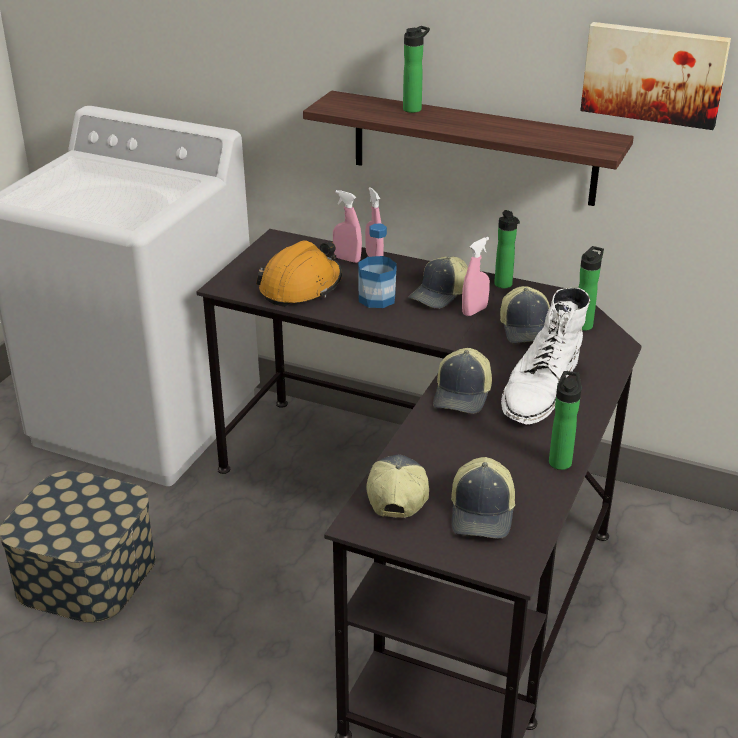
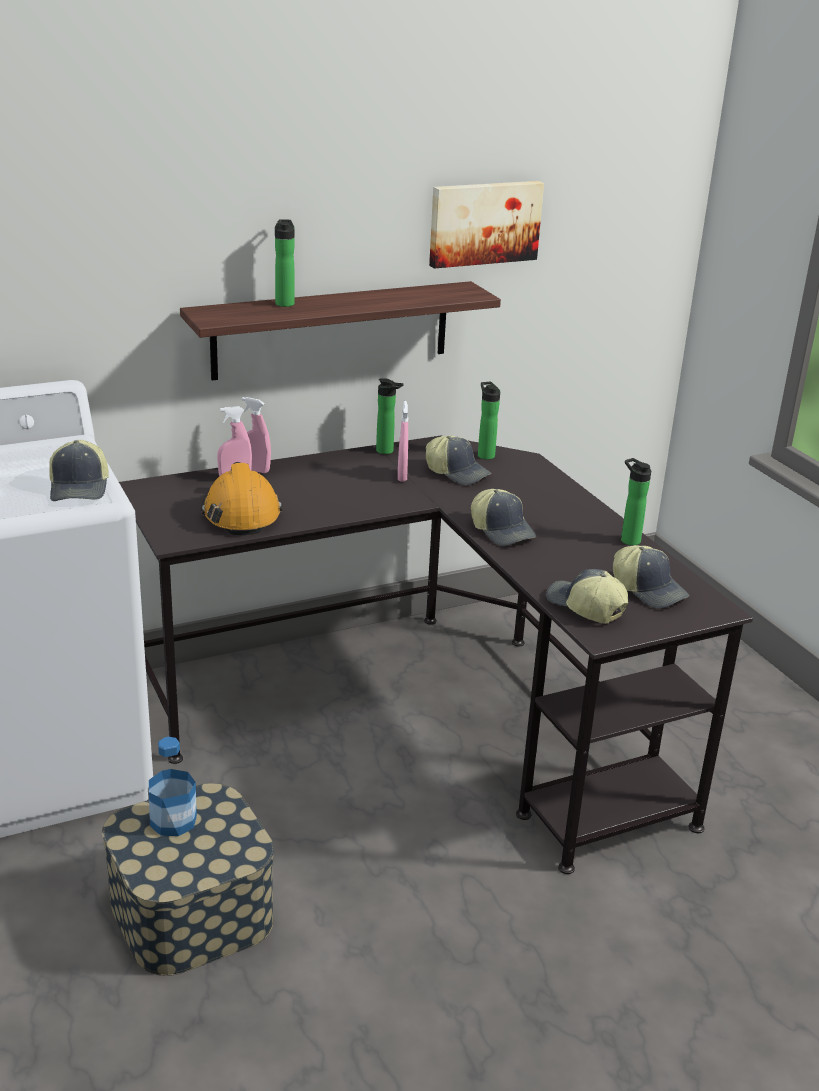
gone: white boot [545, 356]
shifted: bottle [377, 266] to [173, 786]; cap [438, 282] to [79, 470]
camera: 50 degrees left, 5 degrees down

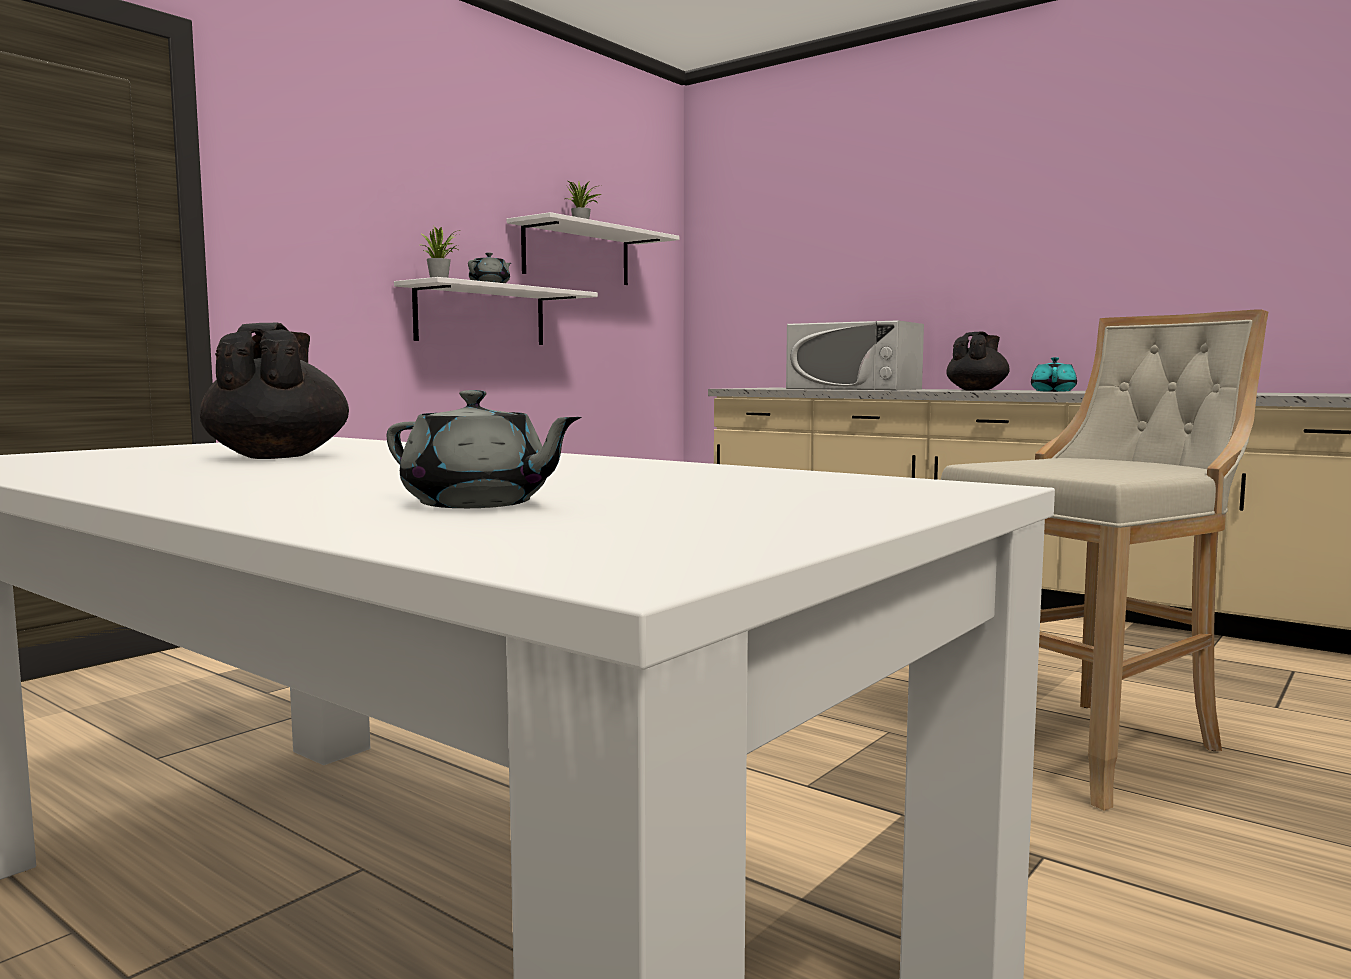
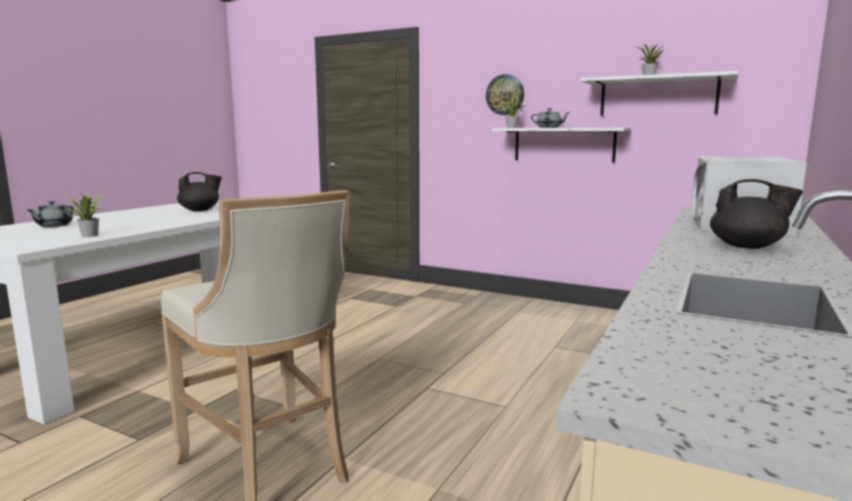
gone: turquoise teapot [1054, 374]
new: potted plant [88, 215]; wall clock [505, 94]
camera: 80 degrees right, 5 degrees up

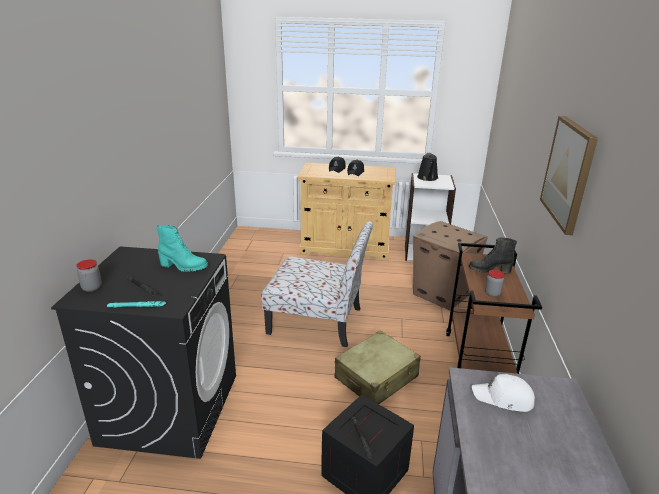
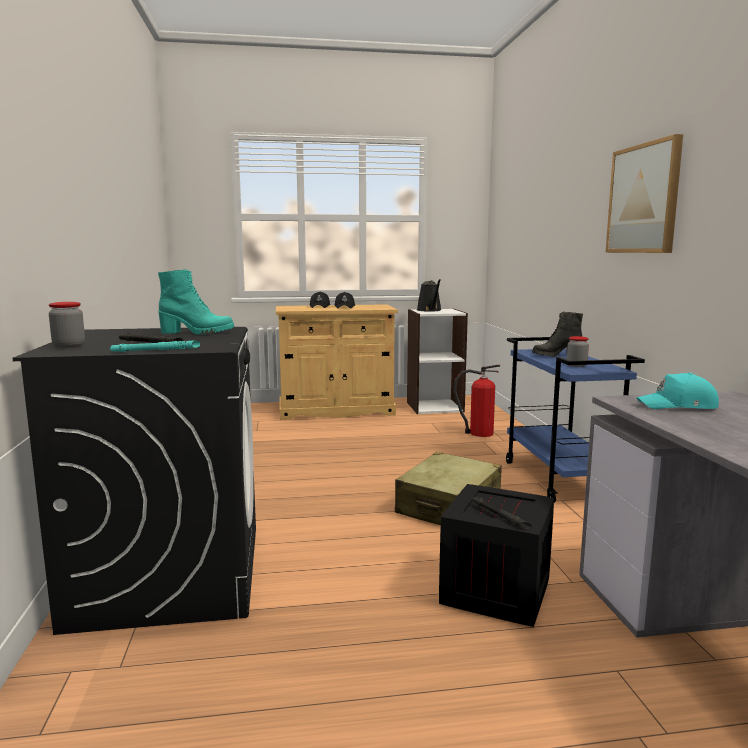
gone: chair [317, 284]
swapped: cardboard box [450, 265] to fire extinguisher [477, 401]
repainted: brown cart [494, 308] to blue cart [575, 420]; white cap [503, 393] to turquoise cap [678, 391]
camera: 15 degrees left, 15 degrees down

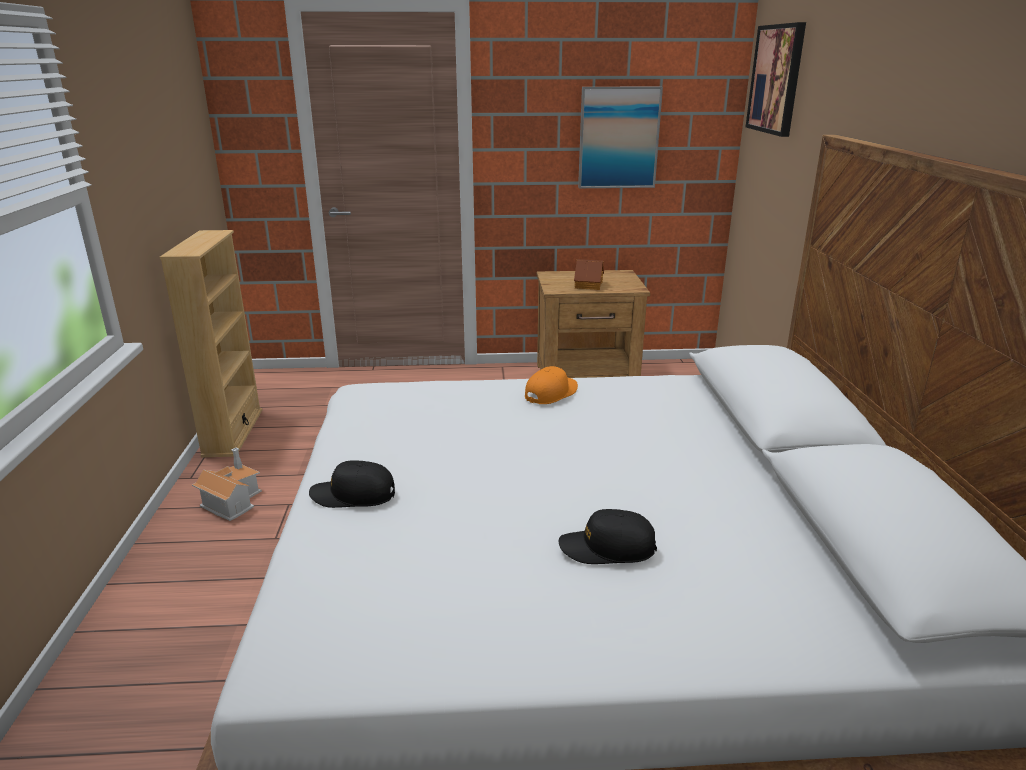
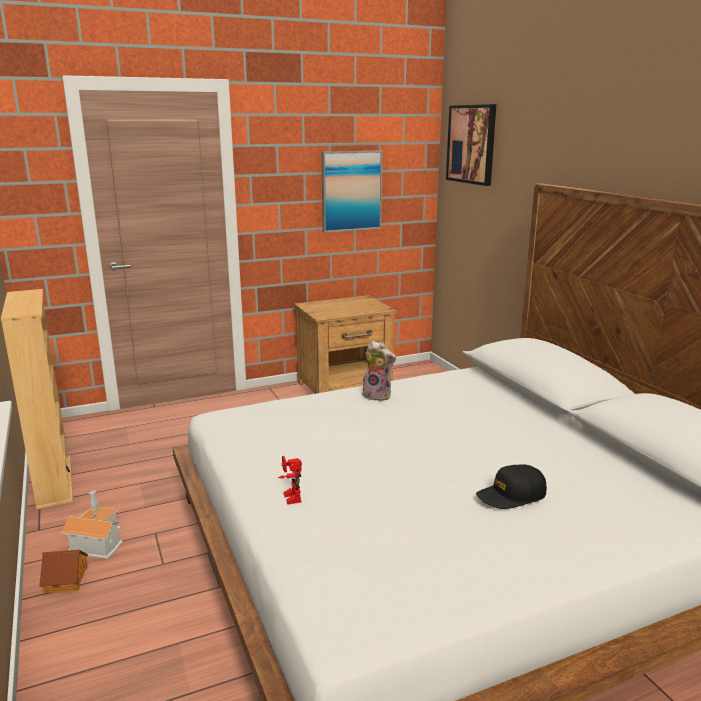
shifted: toy house [589, 274] to [63, 571]
swapped: black cap [352, 484] to toy robot [290, 480]; orange cap [551, 385] to plush toy [379, 371]
camera: 20 degrees left, 5 degrees down

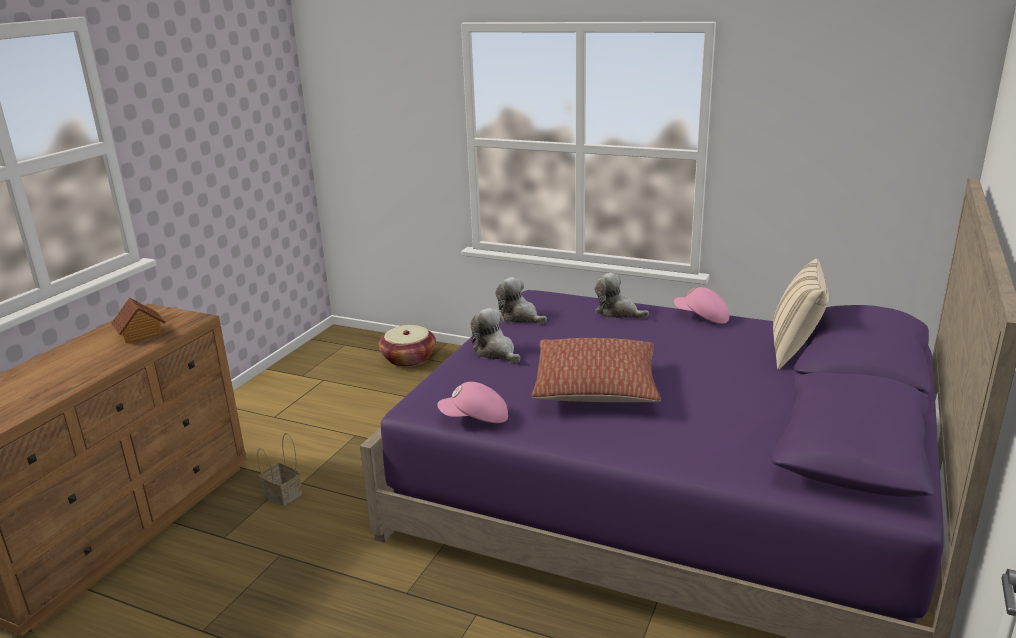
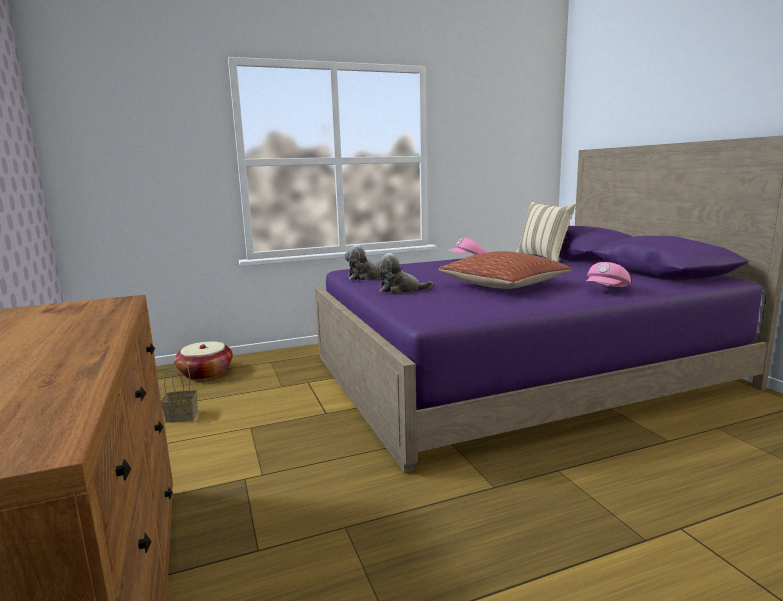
gone: toy house [138, 320]; plush toy [622, 296]
shifted: basket [279, 469] to [179, 391]; pink cap [472, 402] to [608, 274]
camera: 45 degrees left, 10 degrees down

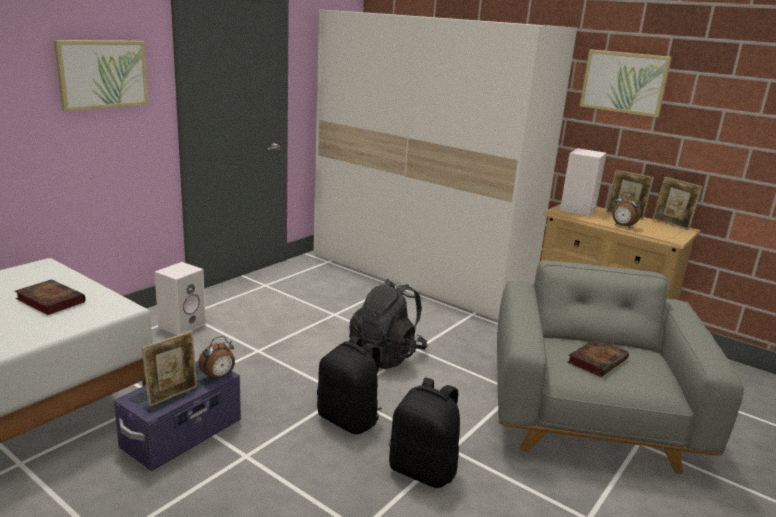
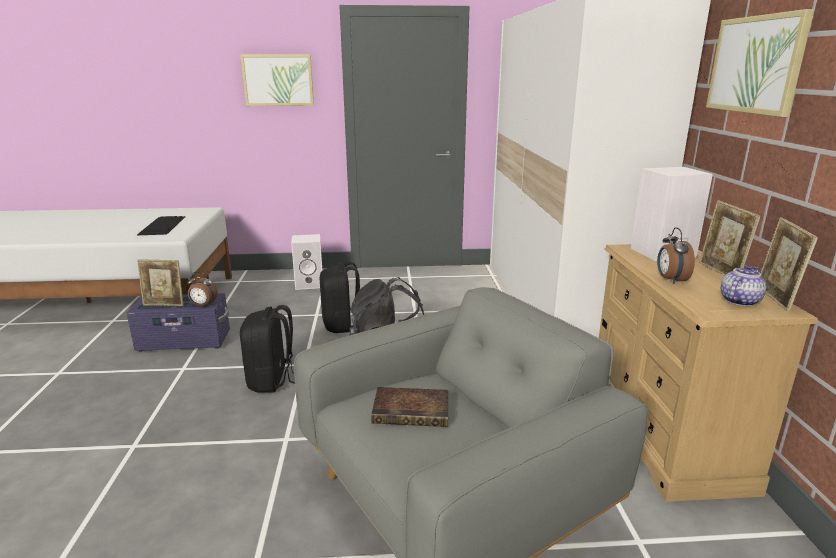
new: teapot [743, 285]
shifted: black backpack [424, 433] to [340, 297]
swapped: book [50, 297] to keyboard [161, 225]
camera: 50 degrees right, 0 degrees up

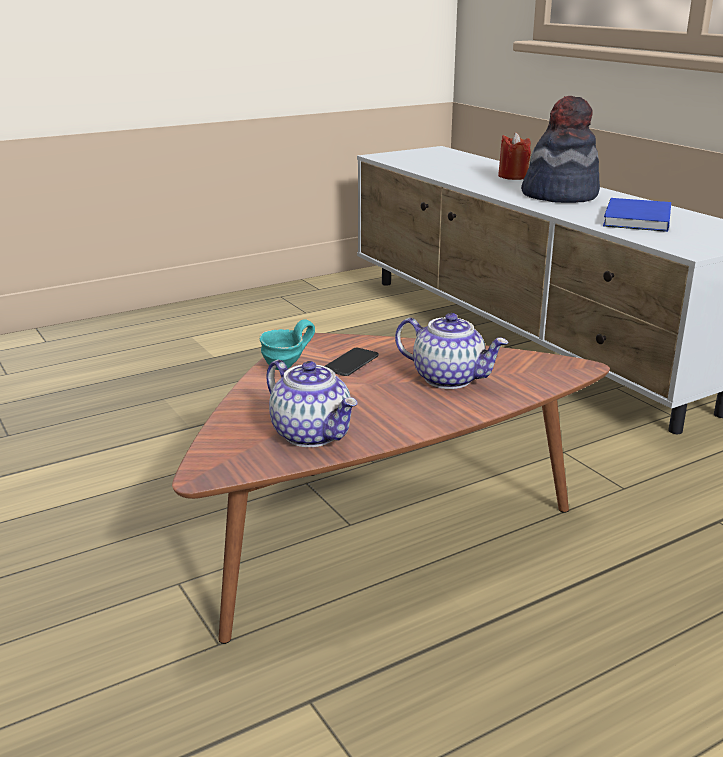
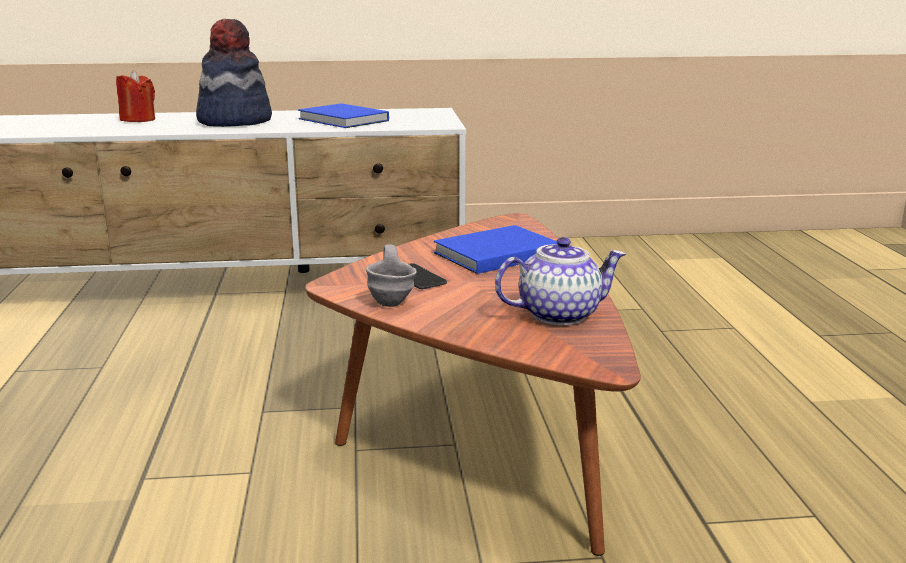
swapped: teapot [452, 351] to blue book [495, 249]
repainted: turquoise mug [287, 345] to grey mug [391, 275]
camera: 65 degrees left, 5 degrees down

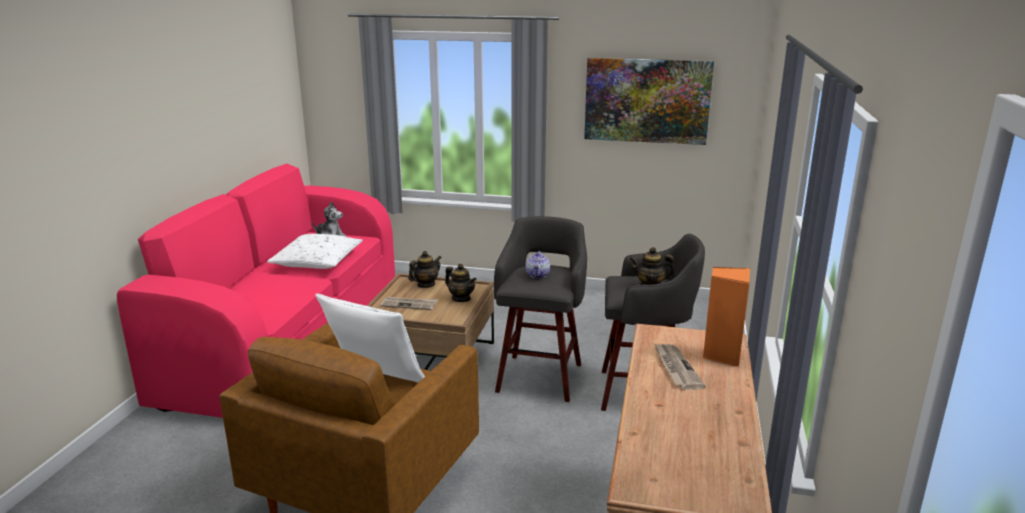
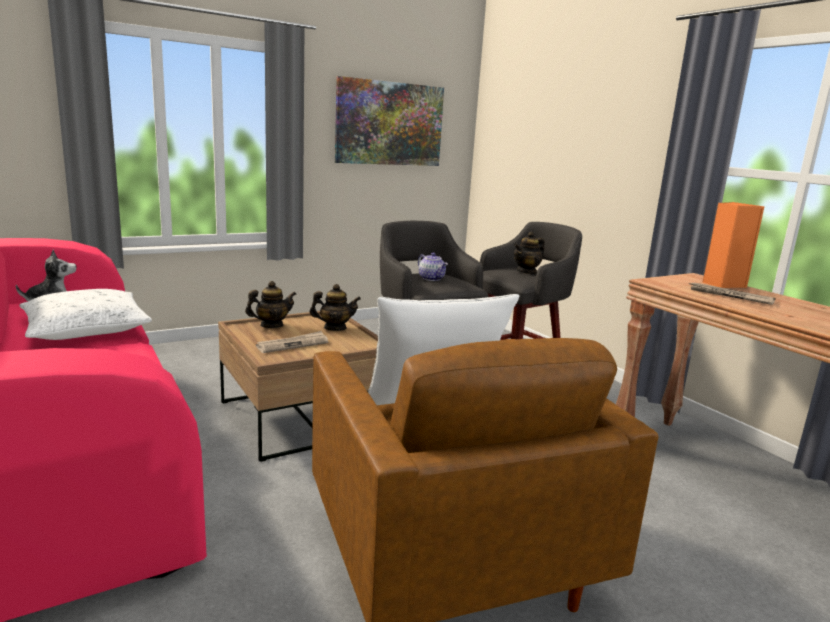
rotated: teapot [425, 269] = [270, 304] 60 degrees clockwise
camera: 45 degrees left, 5 degrees down

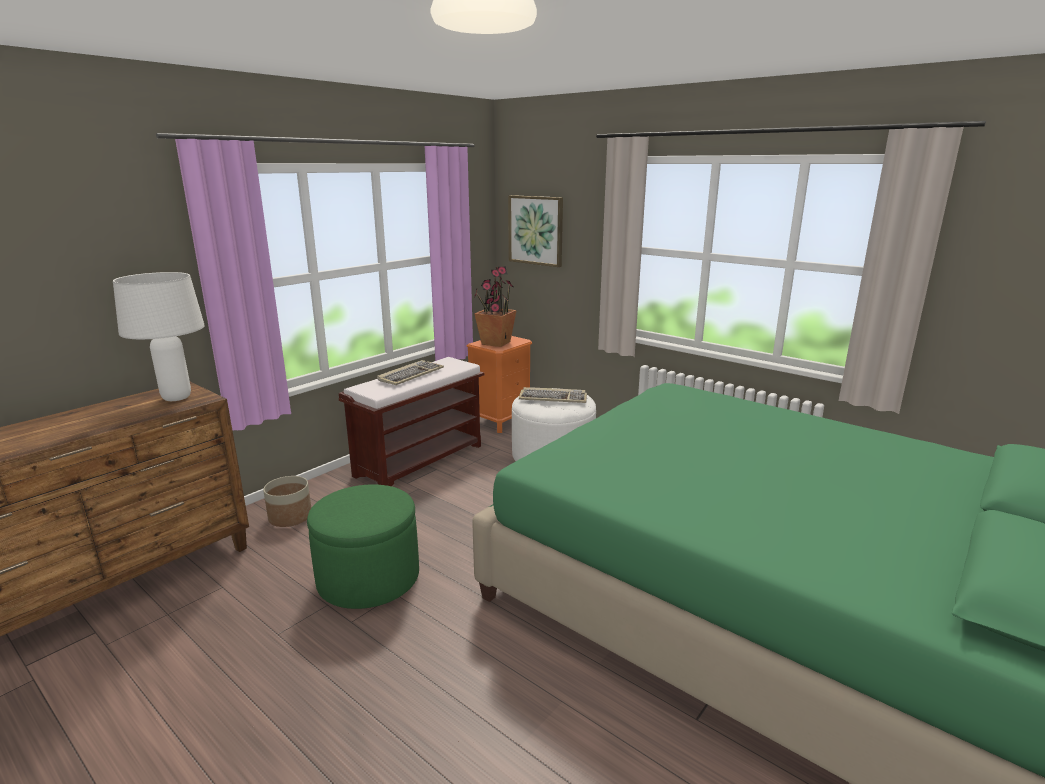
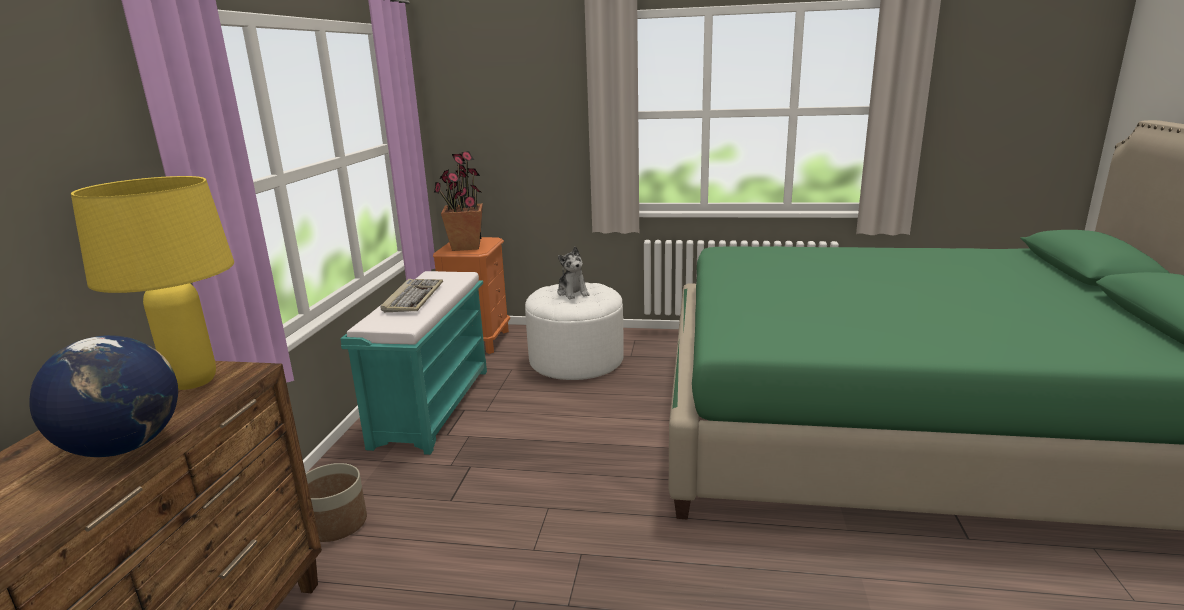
gone: green ottoman [363, 546]; picture [535, 231]
new: globe [103, 396]
swapped: keyboard [553, 395] to plush toy [573, 272]
repainted: white table lamp [159, 336] to yellow table lamp [152, 283]; brown bench [411, 421] to turquoise bench [413, 363]
camera: 30 degrees left, 0 degrees up

